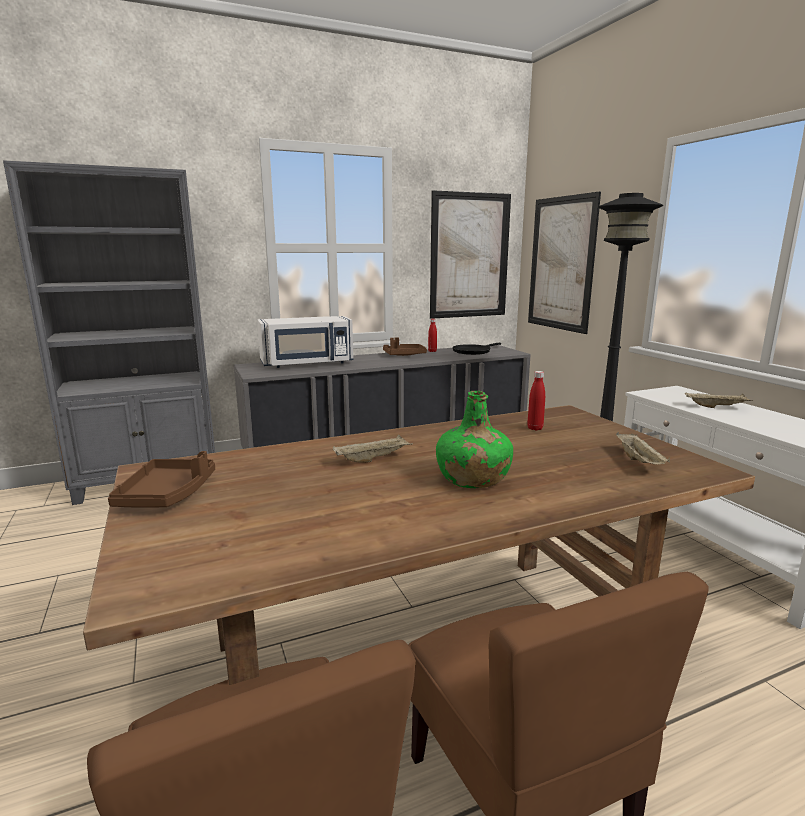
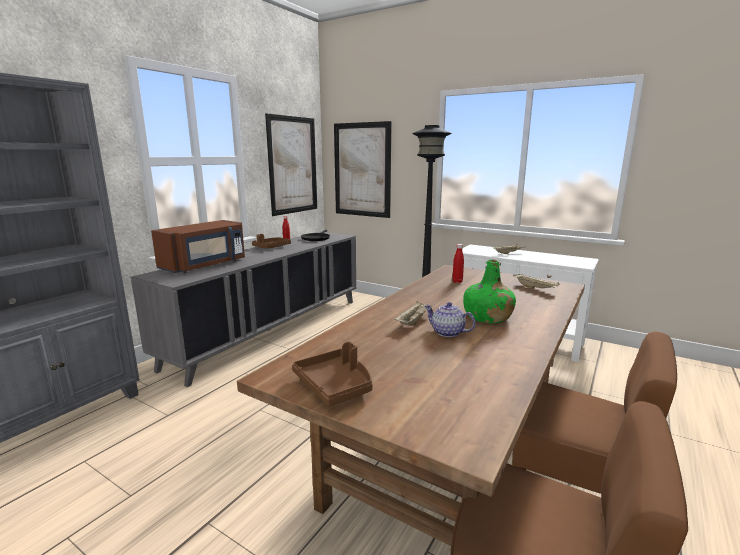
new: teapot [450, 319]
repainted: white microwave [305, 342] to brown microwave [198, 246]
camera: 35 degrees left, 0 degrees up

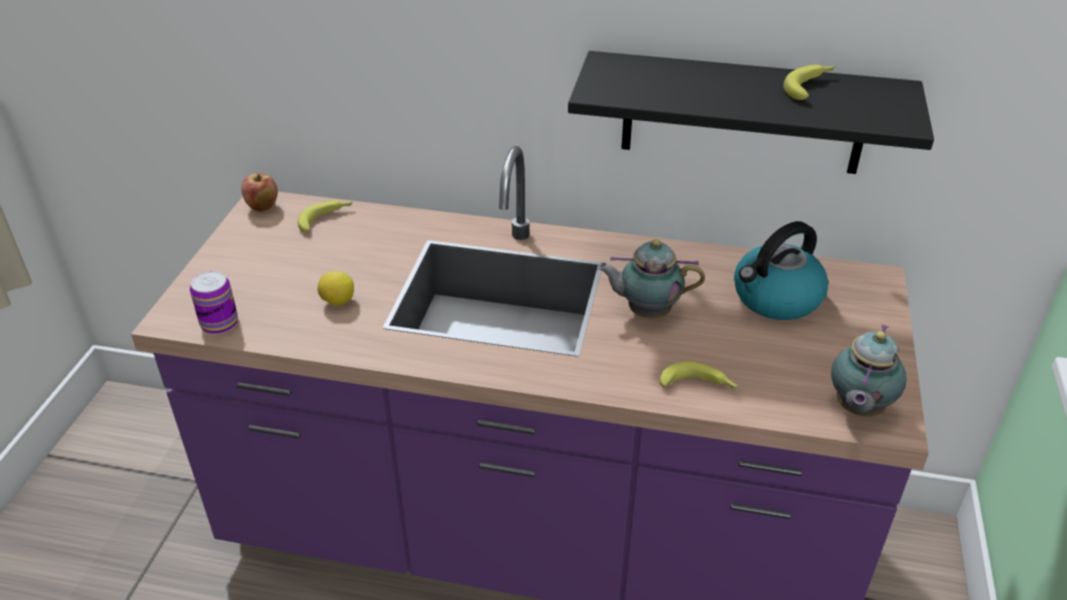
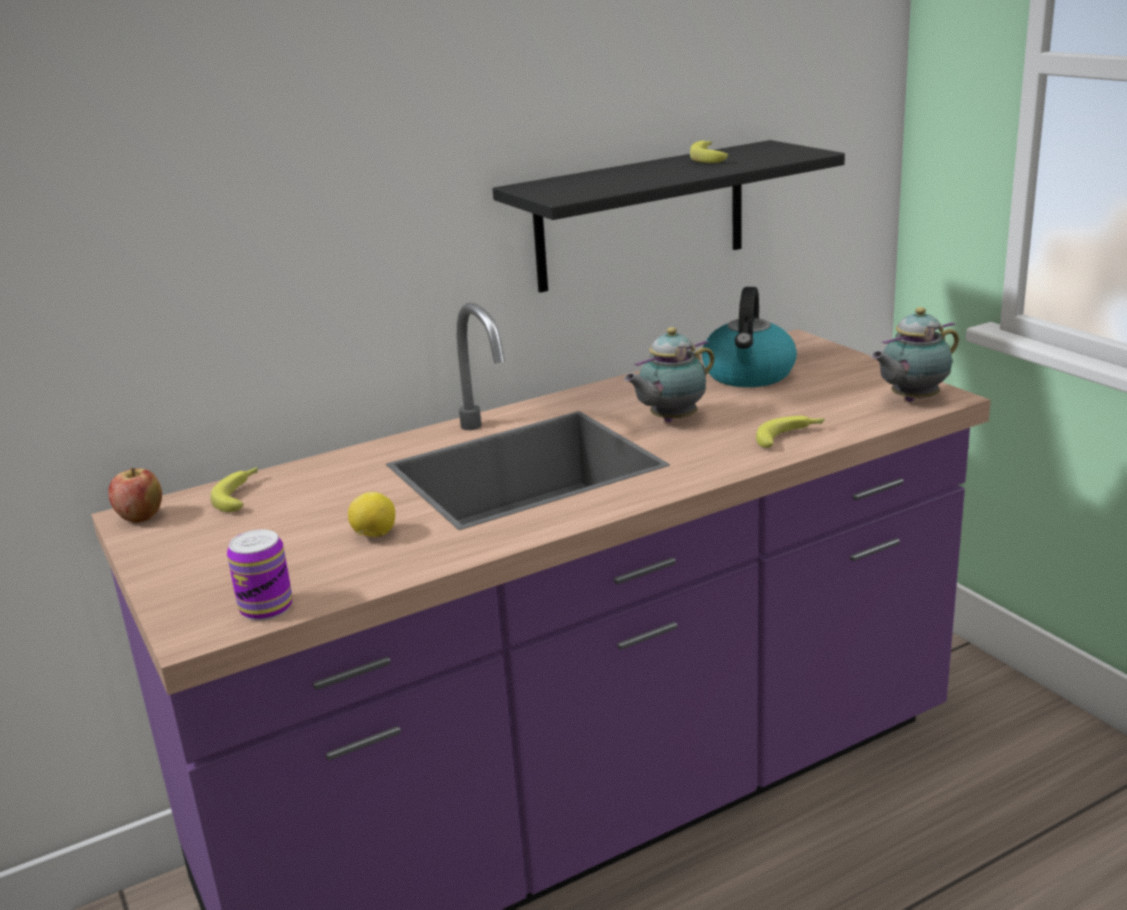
rotated: teapot [869, 370] = [915, 354] 75 degrees clockwise
camera: 40 degrees left, 15 degrees down

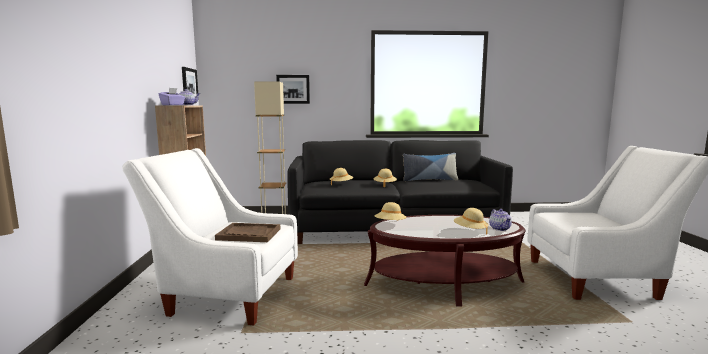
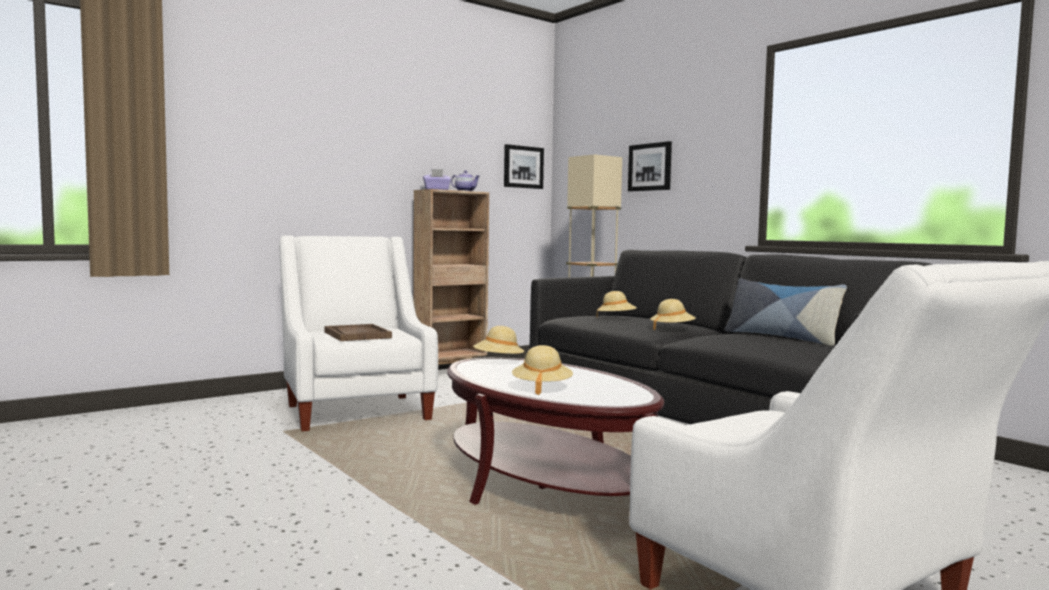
gone: teapot [500, 220]
camera: 55 degrees right, 5 degrees down

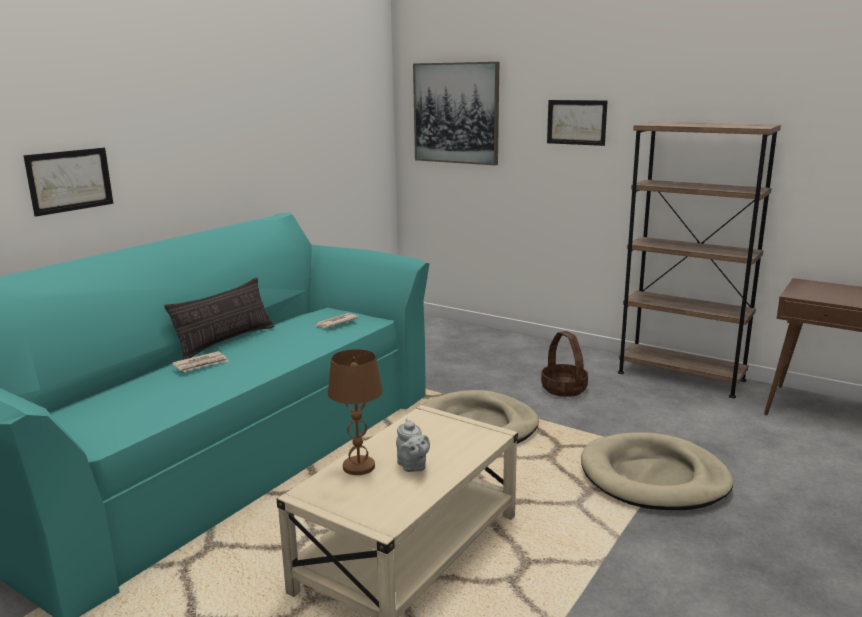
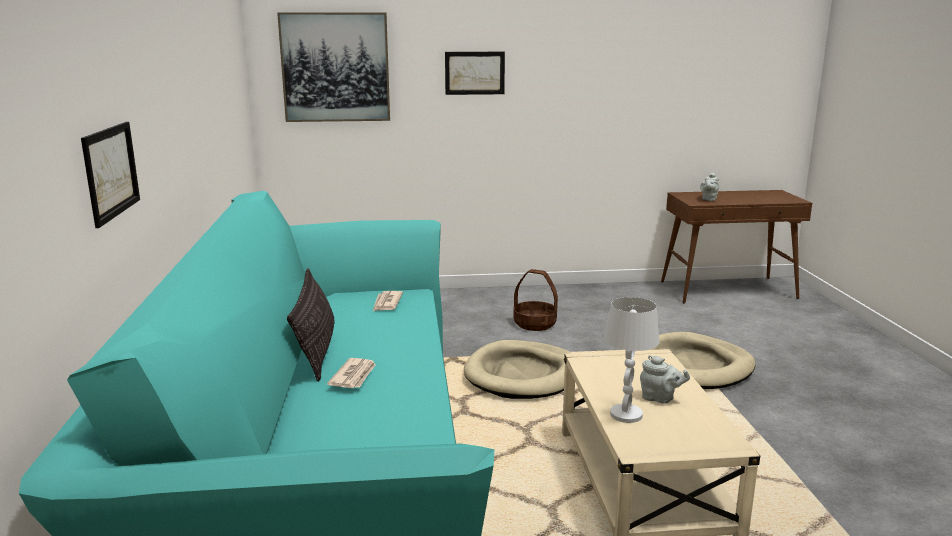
gone: brown bookcase [699, 260]
new: grey teapot [709, 187]
repainted: brown table lamp [355, 412] to white table lamp [632, 360]
camera: 40 degrees left, 0 degrees up

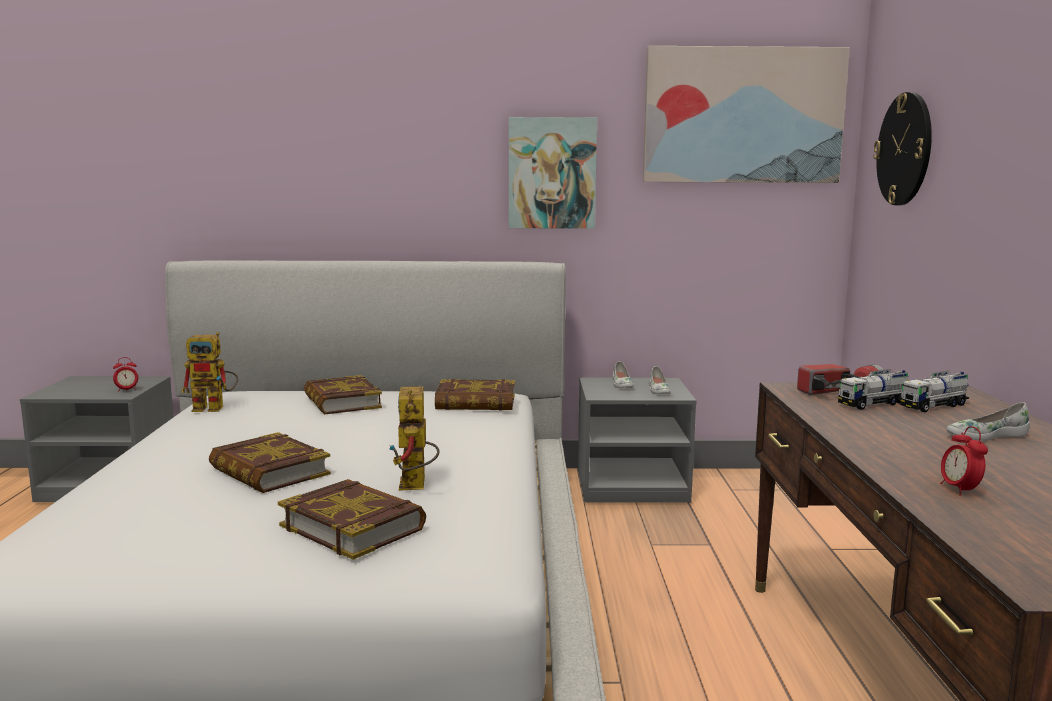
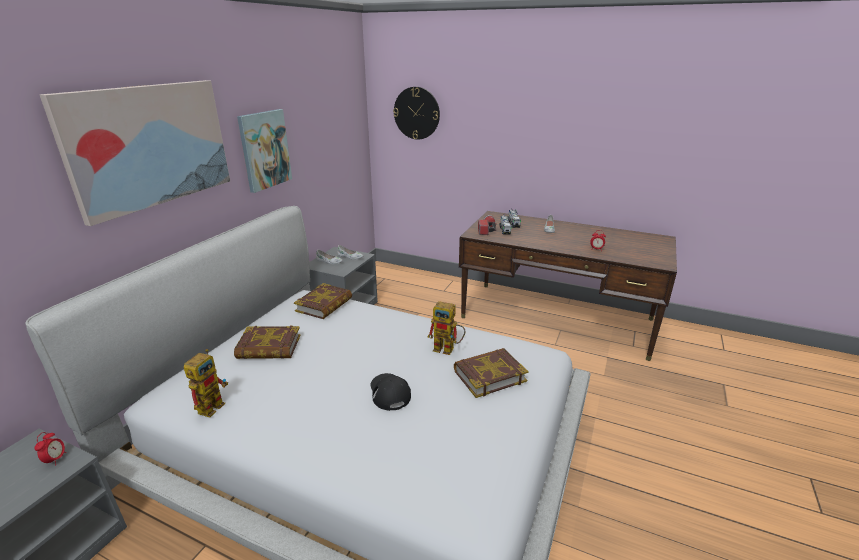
shifted: picture [746, 114] to [135, 153]
swapped: book [270, 462] to black cap [390, 392]
camera: 65 degrees left, 15 degrees up

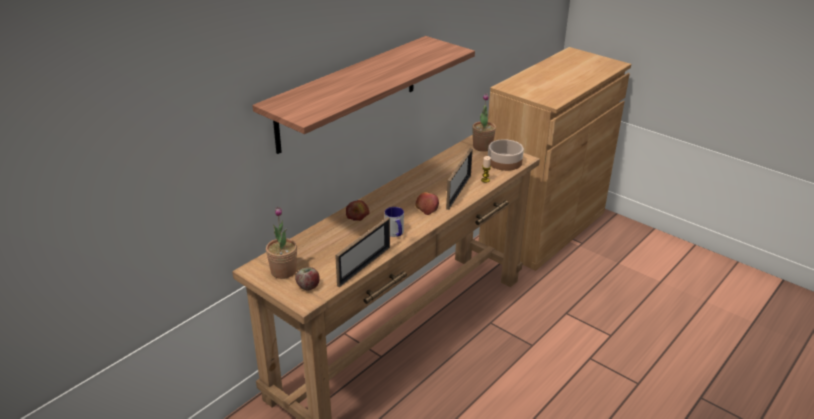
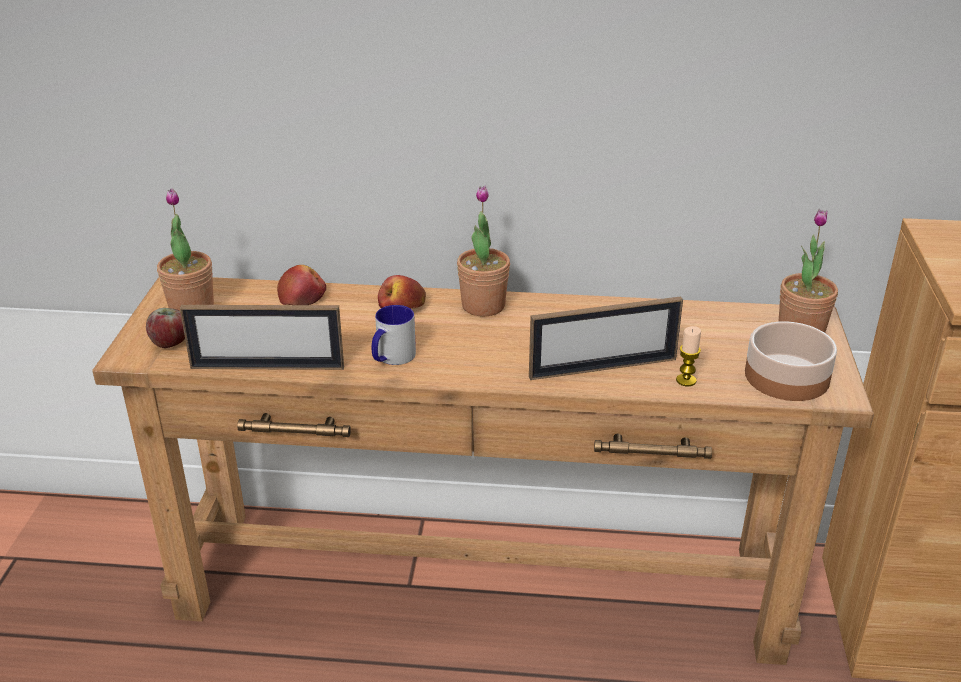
gone: shelf [363, 95]
new: potted plant [483, 251]
shifted: apple [427, 203] to [301, 285]
camera: 55 degrees right, 0 degrees up

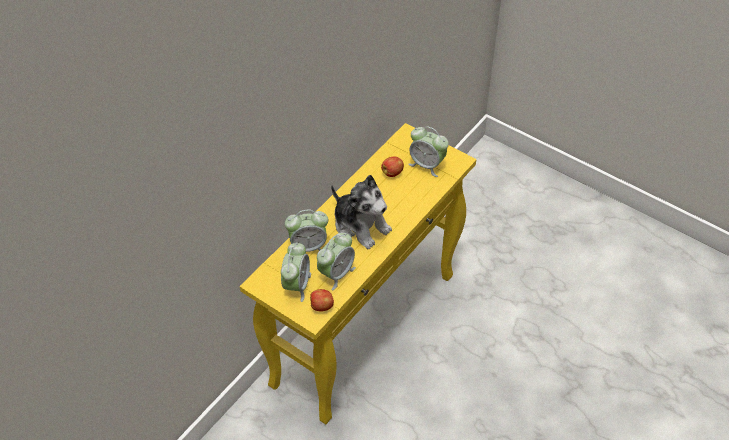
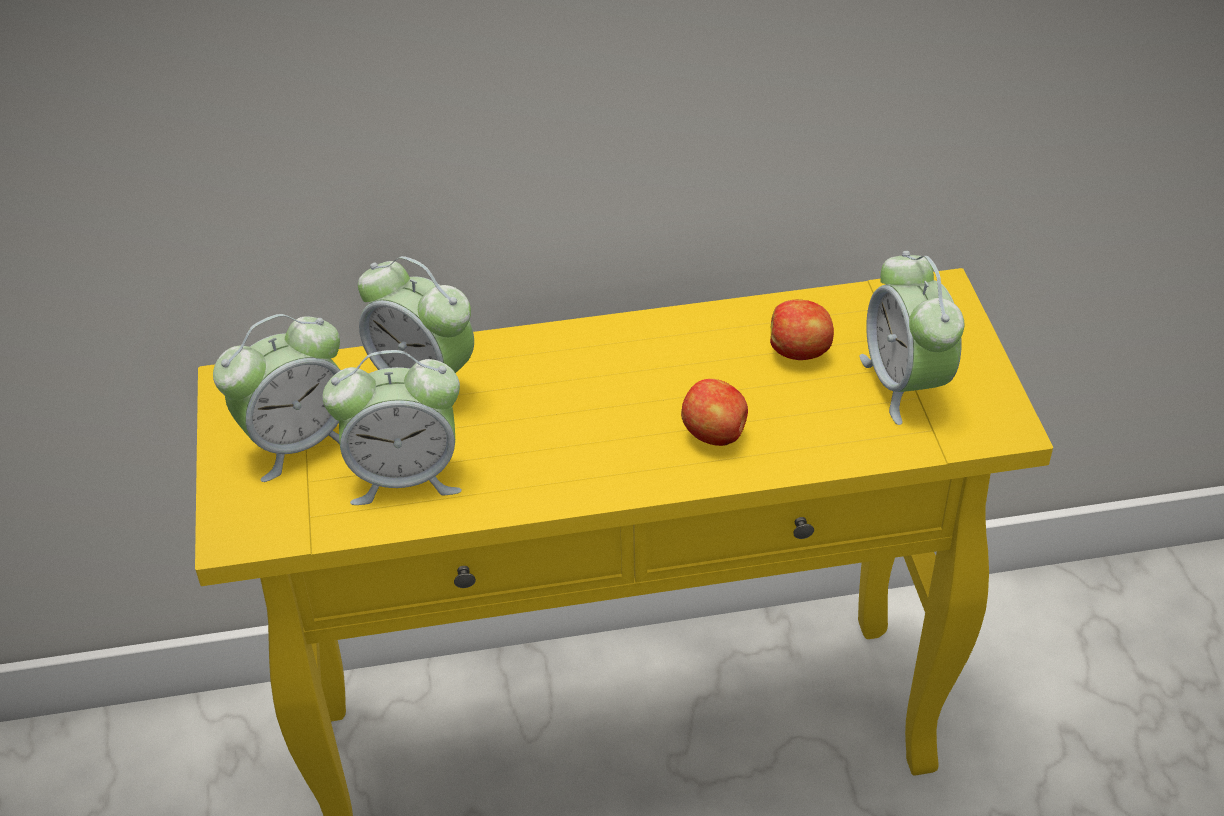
gone: plush toy [361, 212]
shifted: apple [322, 300] to [714, 412]
camera: 45 degrees right, 5 degrees down

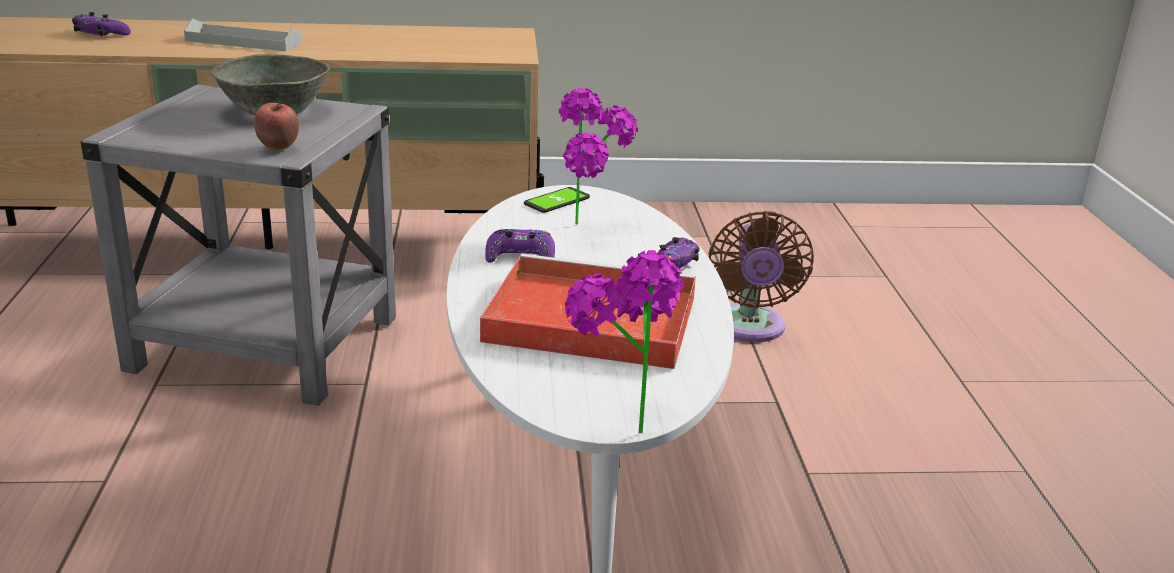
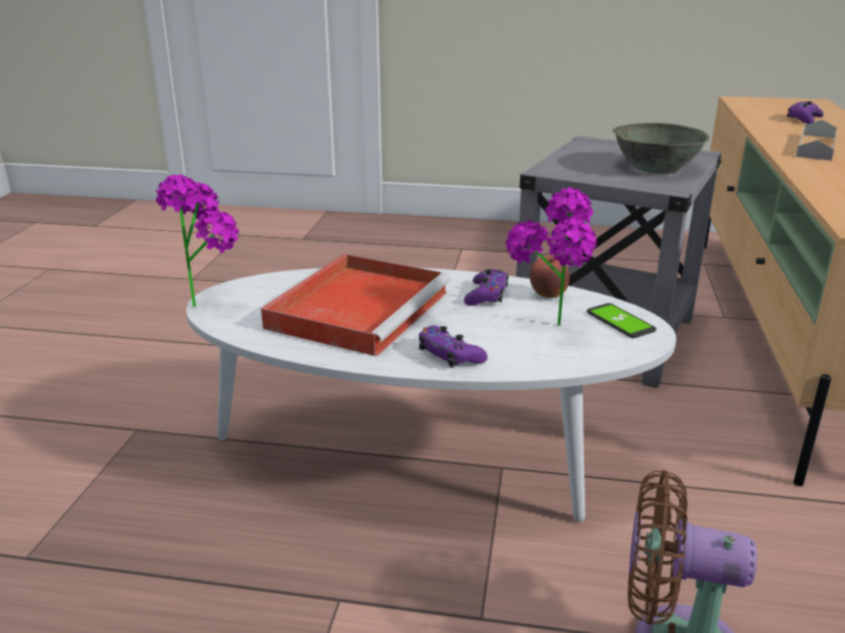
shifted: apple [276, 125] to [550, 277]
camera: 105 degrees right, 0 degrees up

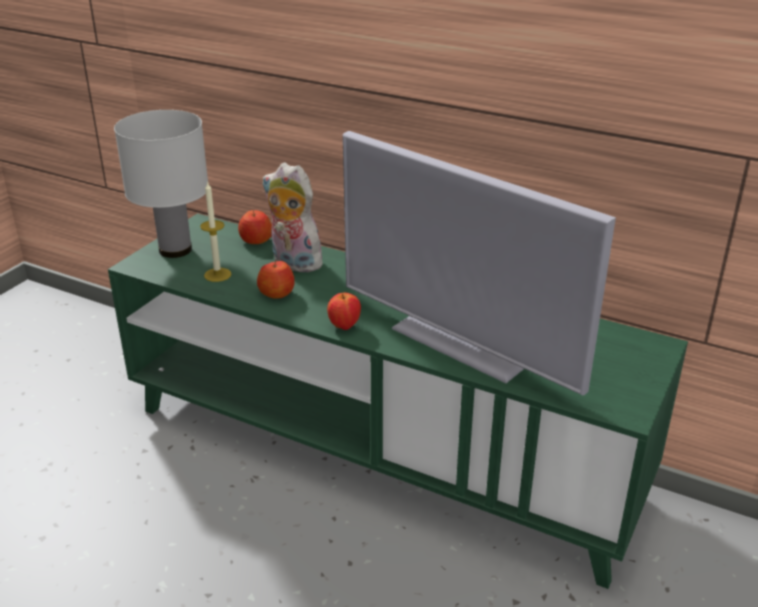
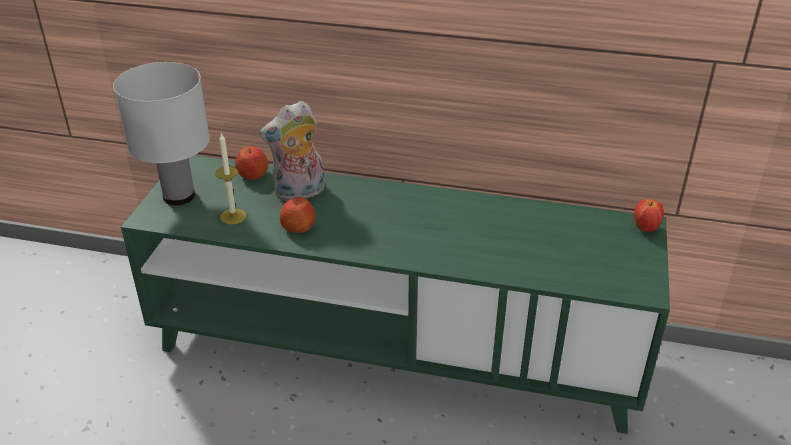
gone: television [479, 263]
shifted: apple [344, 311] to [649, 215]
rotated: plush toy [293, 217] = [291, 151] 45 degrees counterclockwise
camera: 15 degrees left, 5 degrees up

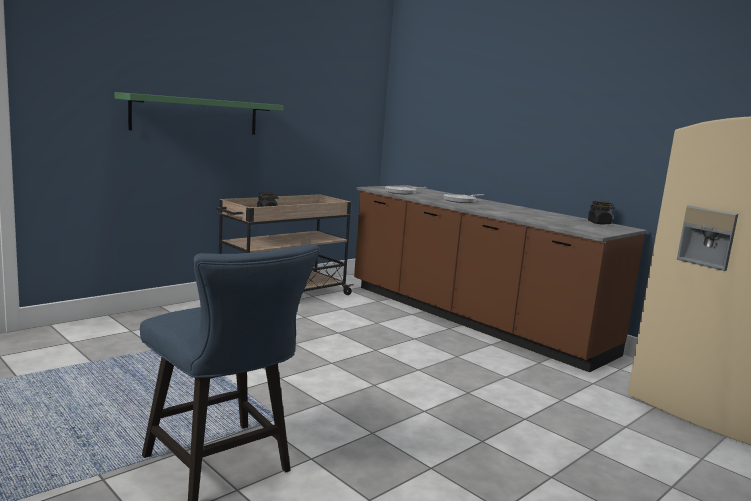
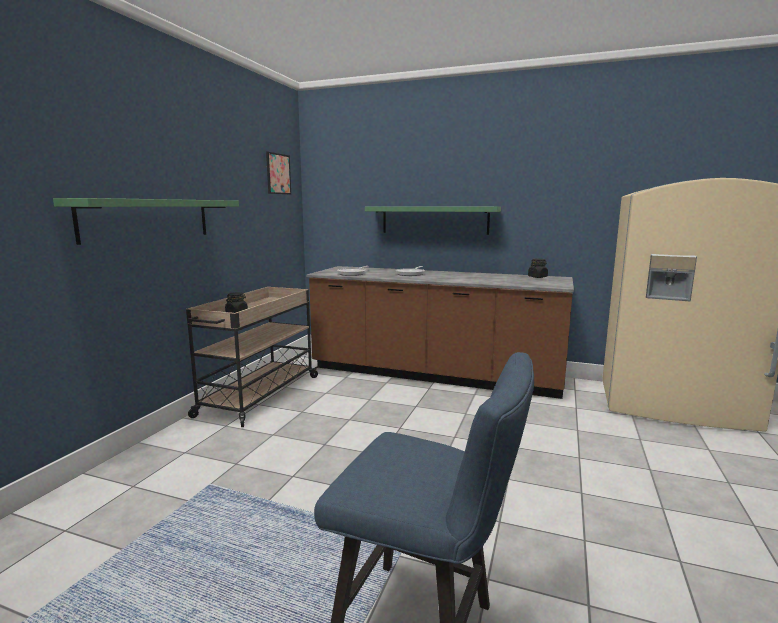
new: picture [278, 173]; green shelf [433, 221]
camera: 25 degrees left, 0 degrees up

